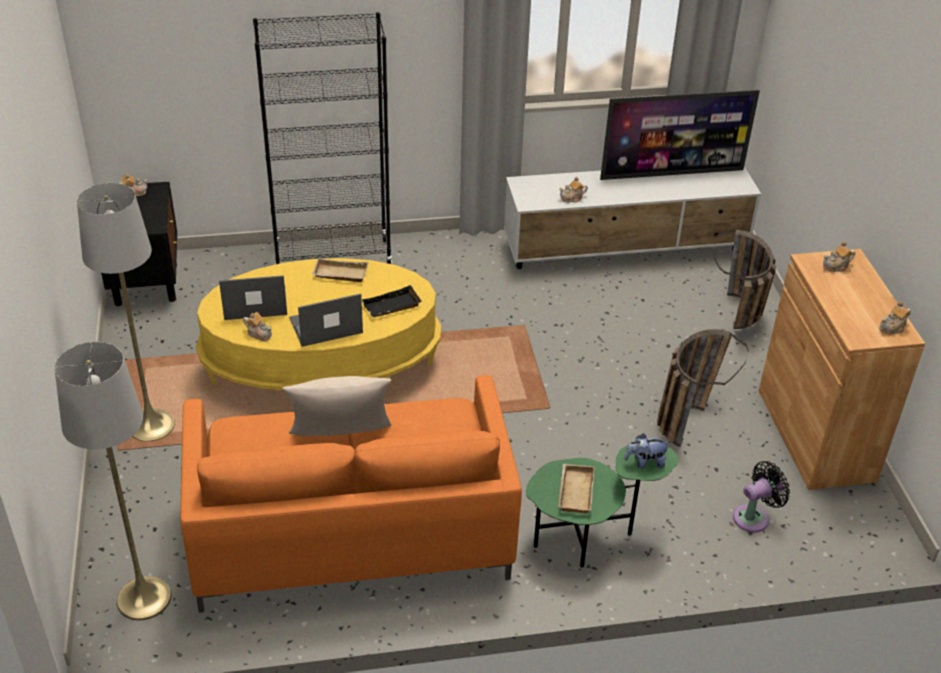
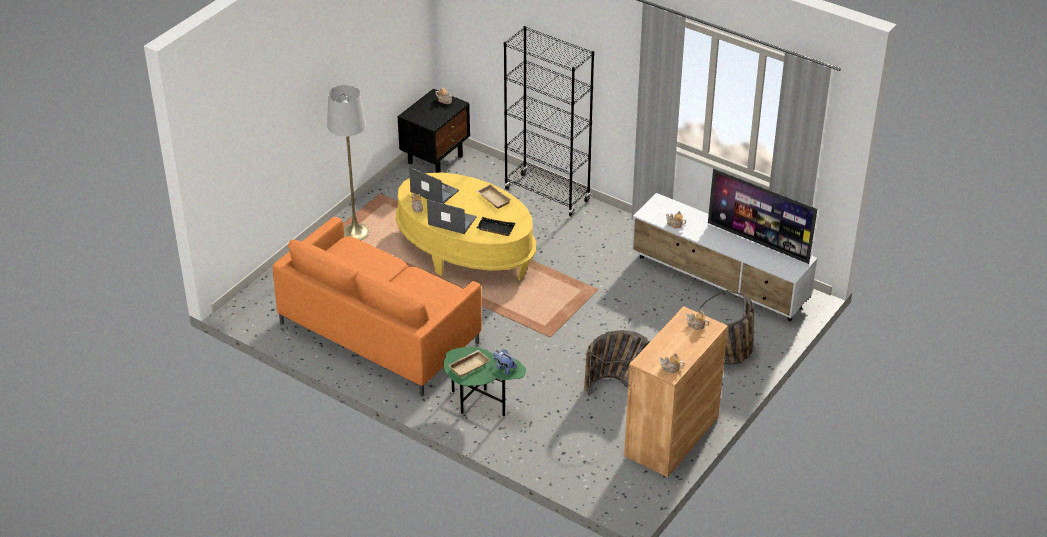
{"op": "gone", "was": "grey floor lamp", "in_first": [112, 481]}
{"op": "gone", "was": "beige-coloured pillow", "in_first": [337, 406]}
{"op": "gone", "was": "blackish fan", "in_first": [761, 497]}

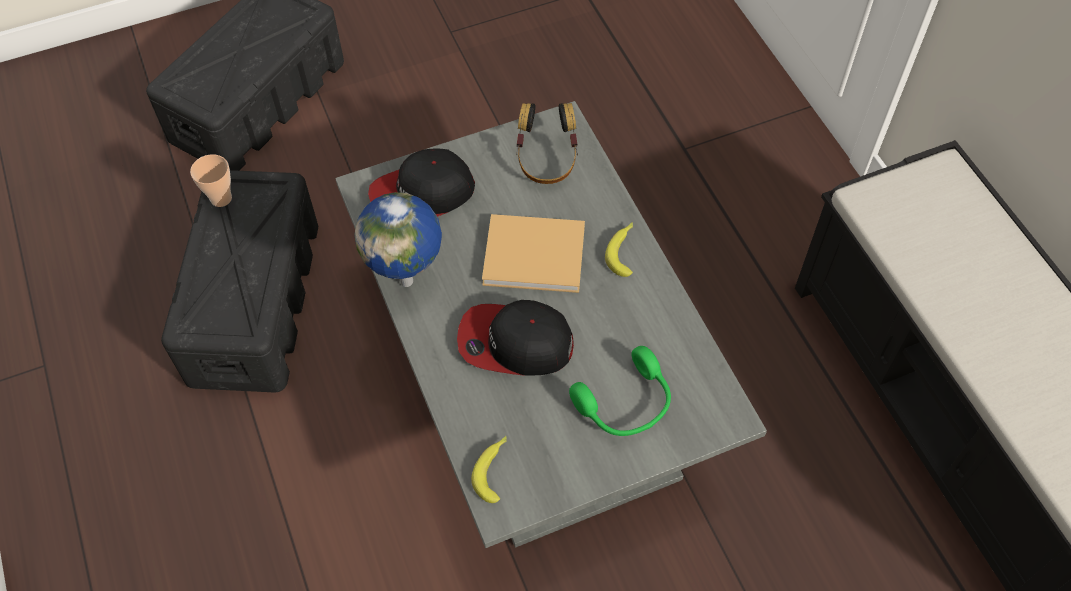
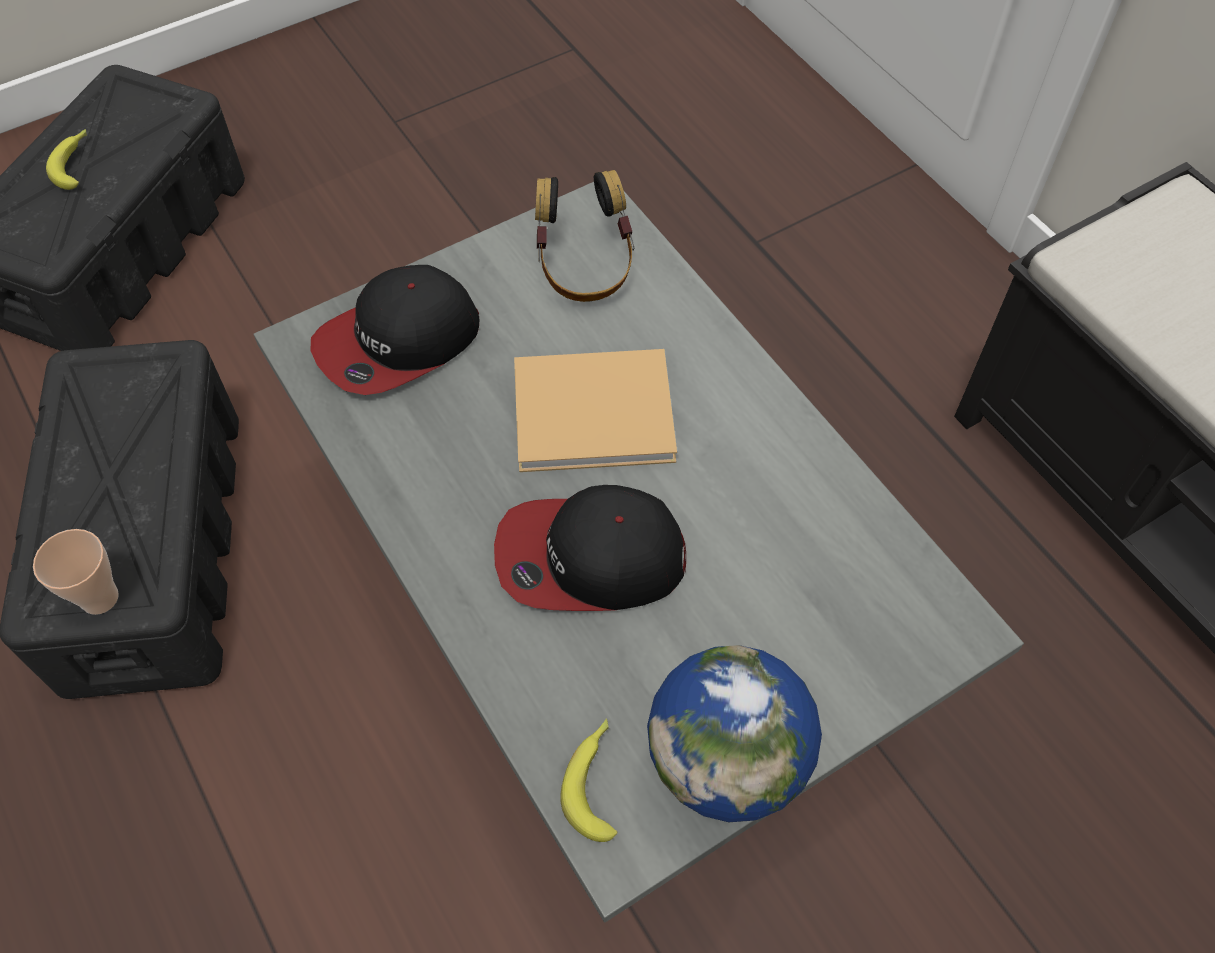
{"op": "gone", "was": "green pair of headphones", "in_first": [620, 391]}
{"op": "shifted", "was": "drinking cup", "in_first": [211, 180], "in_second": [76, 572]}
{"op": "shifted", "was": "globe", "in_first": [398, 239], "in_second": [734, 733]}
{"op": "shifted", "was": "banana fruit", "in_first": [619, 249], "in_second": [66, 159]}

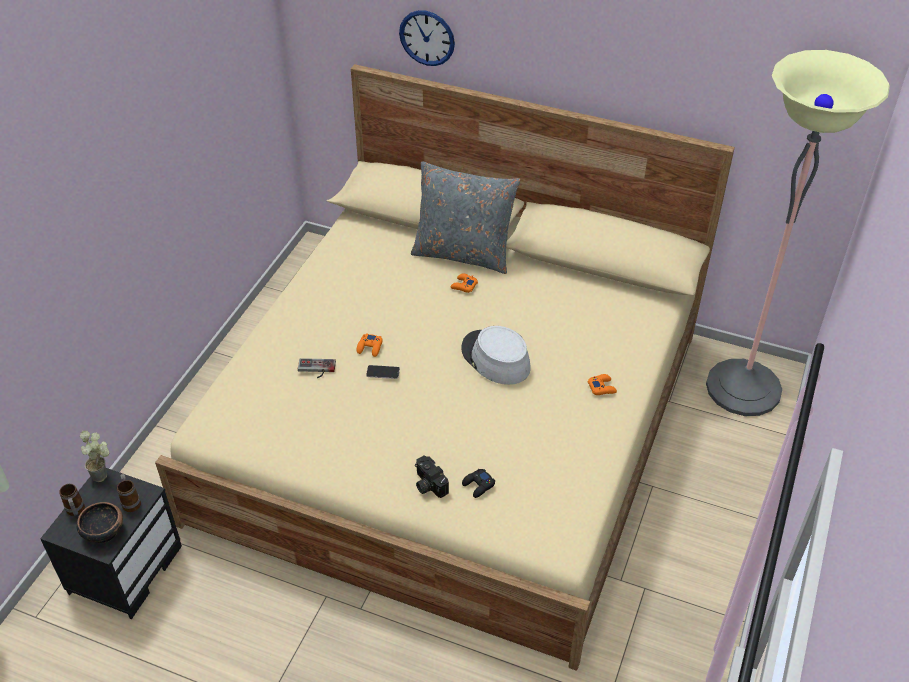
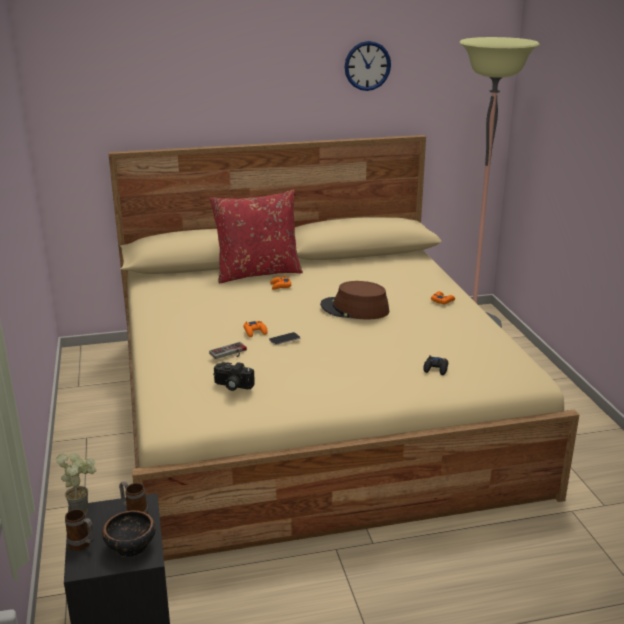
{"op": "shifted", "was": "clock on the wall", "in_first": [427, 38], "in_second": [368, 66]}
{"op": "shifted", "was": "still camera", "in_first": [432, 477], "in_second": [234, 376]}
{"op": "repainted", "was": "grey pillow", "now": "red-coloured pillow", "in_first": [465, 217], "in_second": [256, 236]}
{"op": "repainted", "was": "grey clothing hat", "now": "brownish clothing hat", "in_first": [496, 355], "in_second": [354, 300]}

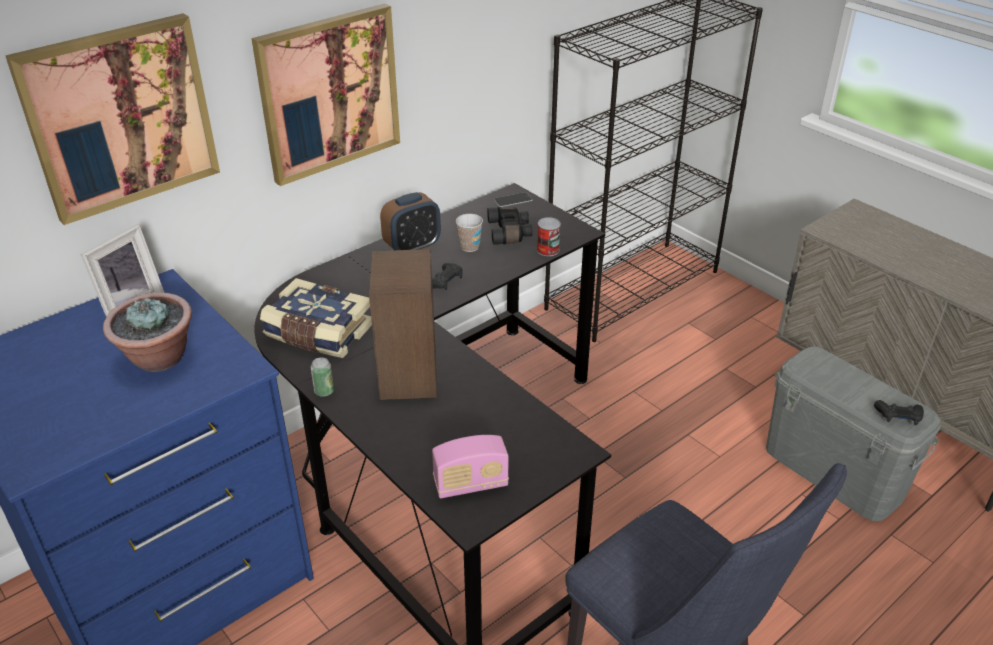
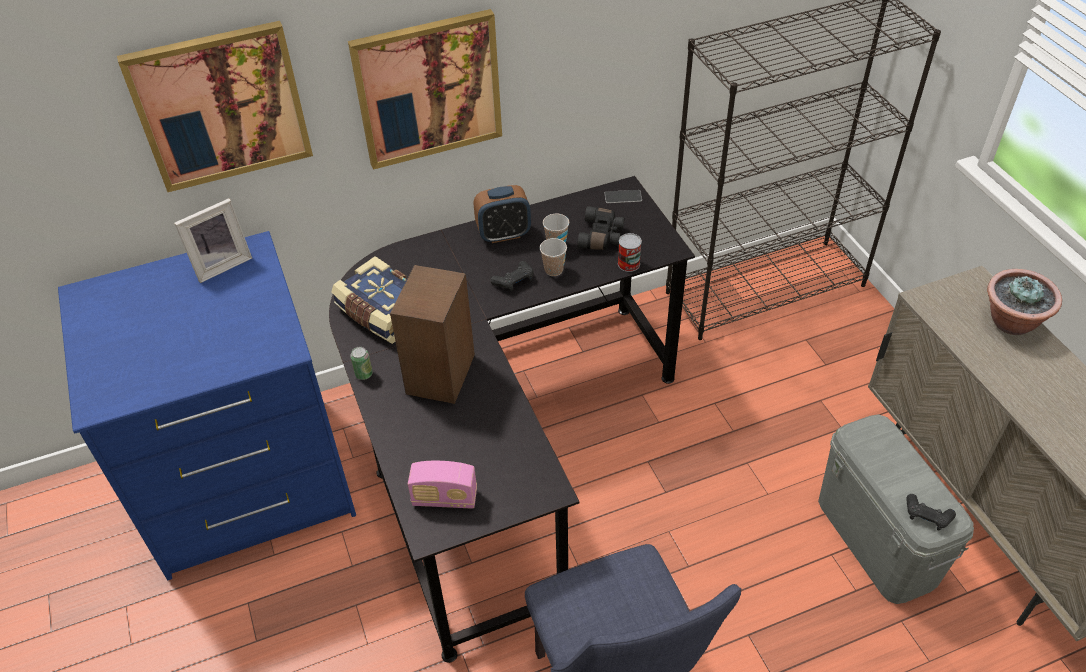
{"op": "new", "now": "drinking cup", "in_second": [553, 257]}
{"op": "shifted", "was": "plant in a pot", "in_first": [147, 332], "in_second": [1024, 302]}

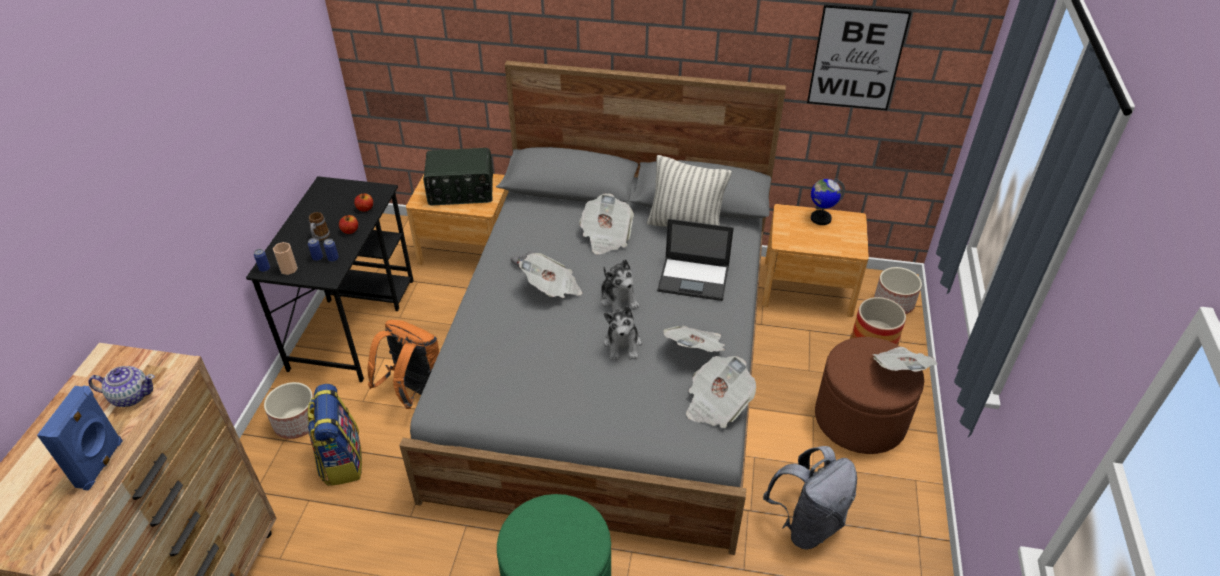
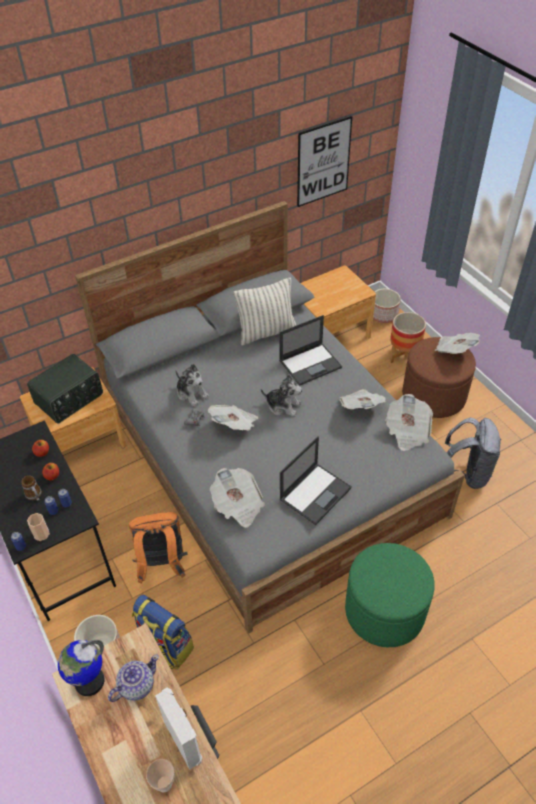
{"op": "new", "now": "drinking cup", "in_second": [160, 775]}
{"op": "new", "now": "portable computer", "in_second": [315, 480]}
{"op": "shifted", "was": "daily paper", "in_first": [606, 223], "in_second": [237, 498]}
{"op": "shifted", "was": "soft toy", "in_first": [623, 333], "in_second": [192, 385]}
{"op": "shifted", "was": "globe", "in_first": [828, 201], "in_second": [81, 668]}
{"op": "repainted", "was": "bluish audio speaker", "now": "whitish audio speaker", "in_first": [79, 438], "in_second": [178, 728]}

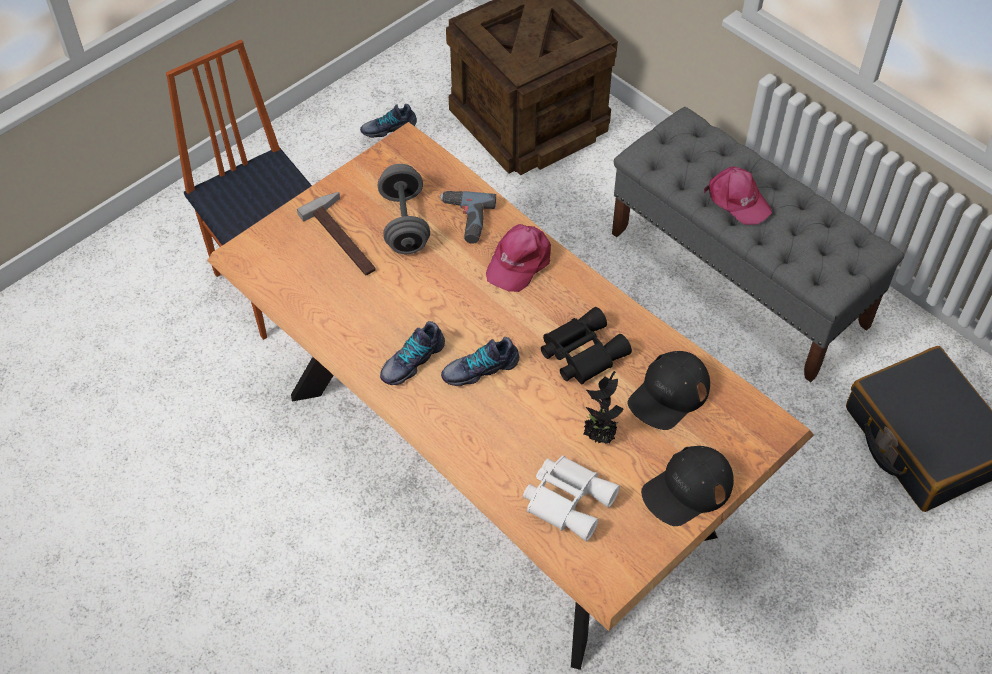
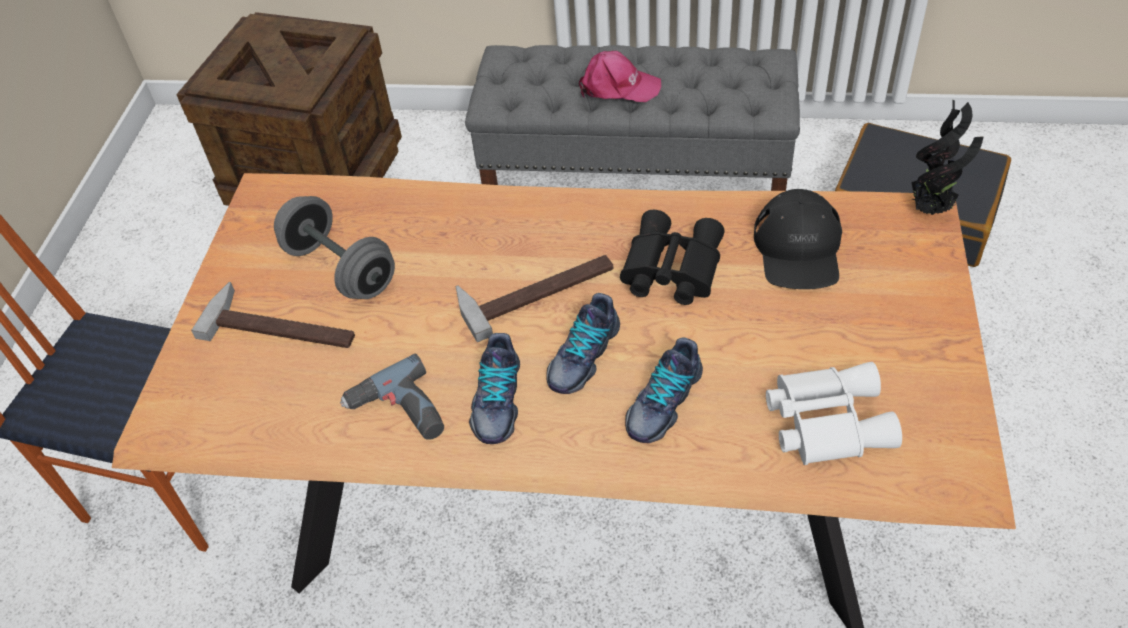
{"op": "gone", "was": "pink-coloured peaked cap", "in_first": [518, 258]}
{"op": "gone", "was": "blackish peaked cap", "in_first": [687, 486]}
{"op": "new", "now": "hammer", "in_second": [534, 298]}
{"op": "shifted", "was": "item of footwear", "in_first": [388, 121], "in_second": [664, 390]}
{"op": "shifted", "was": "drill", "in_first": [468, 217], "in_second": [392, 396]}
{"op": "shifted", "was": "plant in a pot", "in_first": [604, 407], "in_second": [947, 157]}

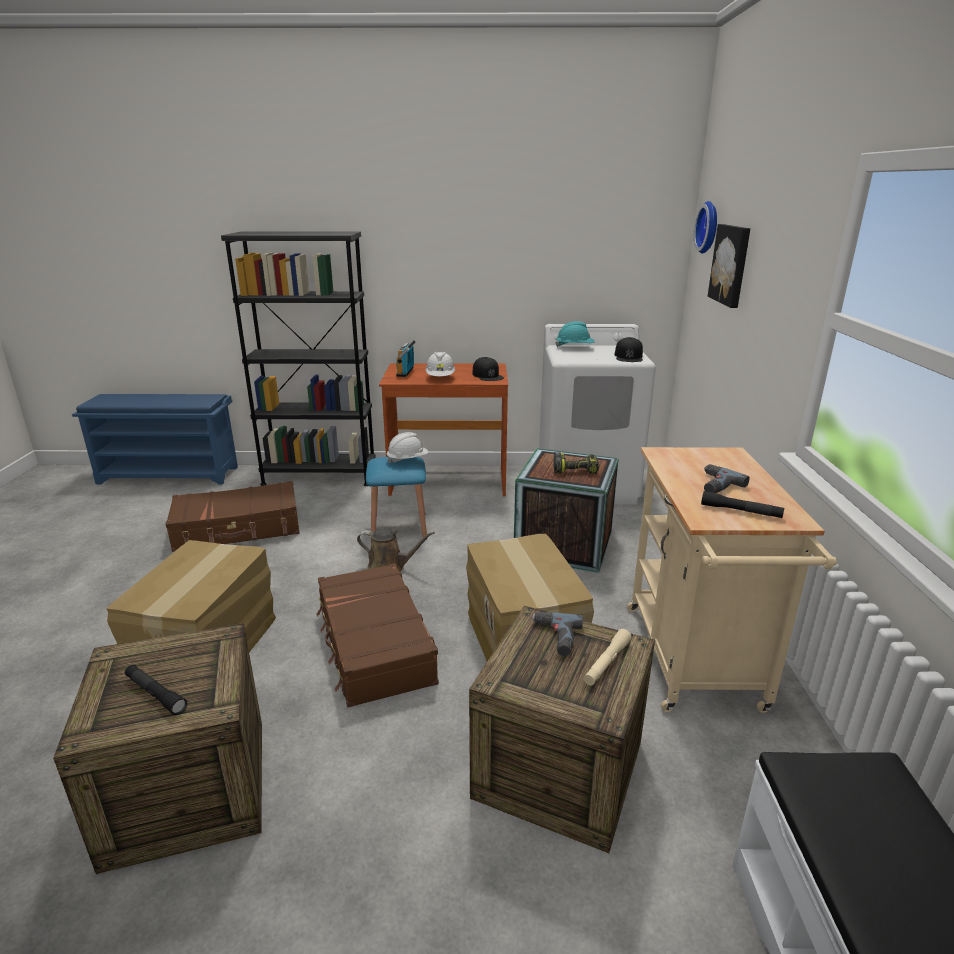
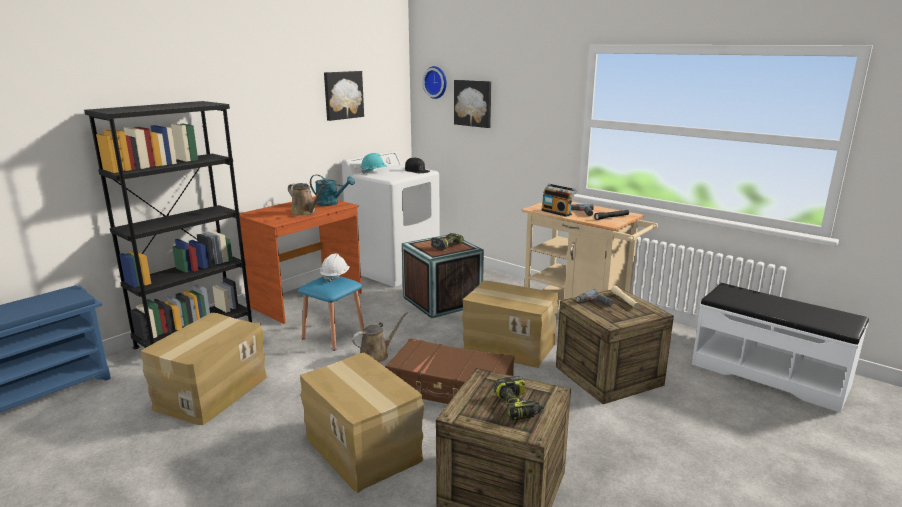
{"op": "new", "now": "wall art", "in_second": [344, 96]}
{"op": "shifted", "was": "radio set", "in_first": [406, 358], "in_second": [558, 200]}
{"op": "swapped", "was": "blackish flashlight", "now": "drill", "in_first": [156, 690], "in_second": [519, 398]}
{"op": "swapped", "was": "brownish suitcase", "now": "carton", "in_first": [232, 516], "in_second": [204, 369]}
{"op": "swapped", "was": "whitish work helmet", "now": "brownish watering can", "in_first": [440, 364], "in_second": [307, 199]}
{"op": "swapped", "was": "blackish peaked cap", "now": "turquoise watering can", "in_first": [488, 369], "in_second": [332, 190]}

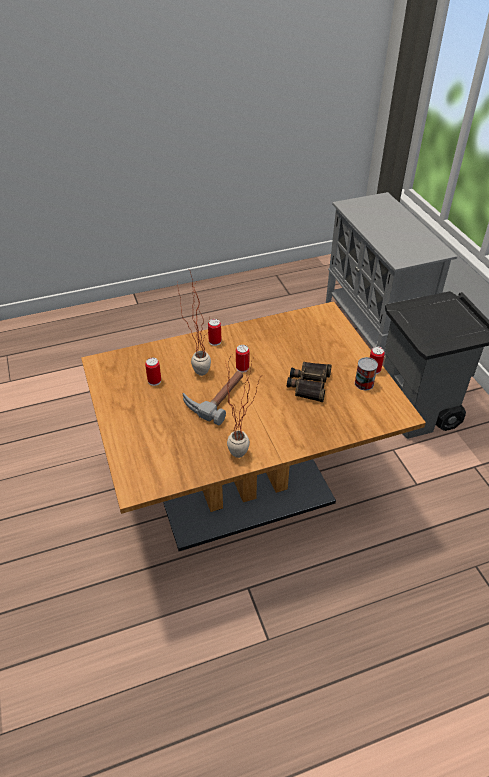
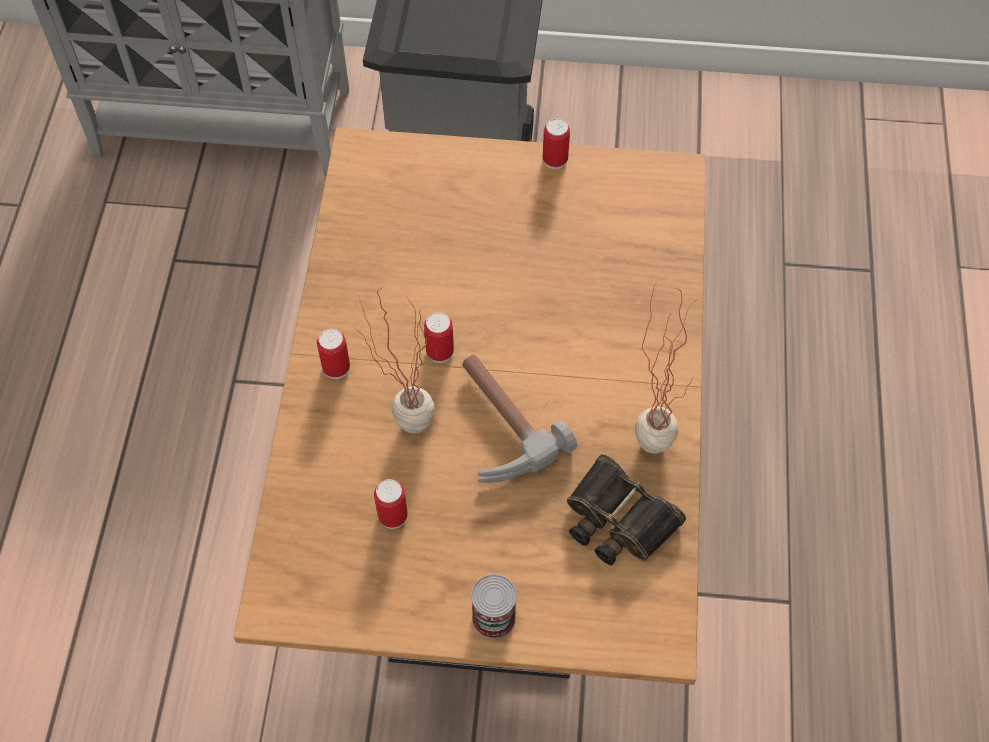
{"op": "shifted", "was": "binoculars", "in_first": [309, 382], "in_second": [626, 509]}
{"op": "shifted", "was": "can", "in_first": [366, 373], "in_second": [494, 606]}

